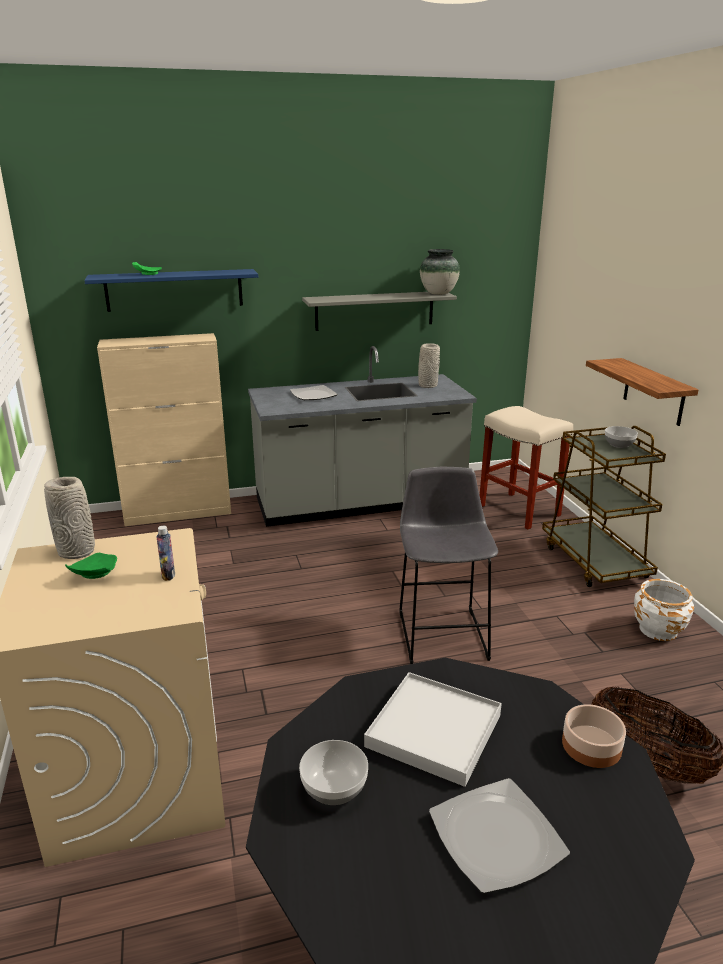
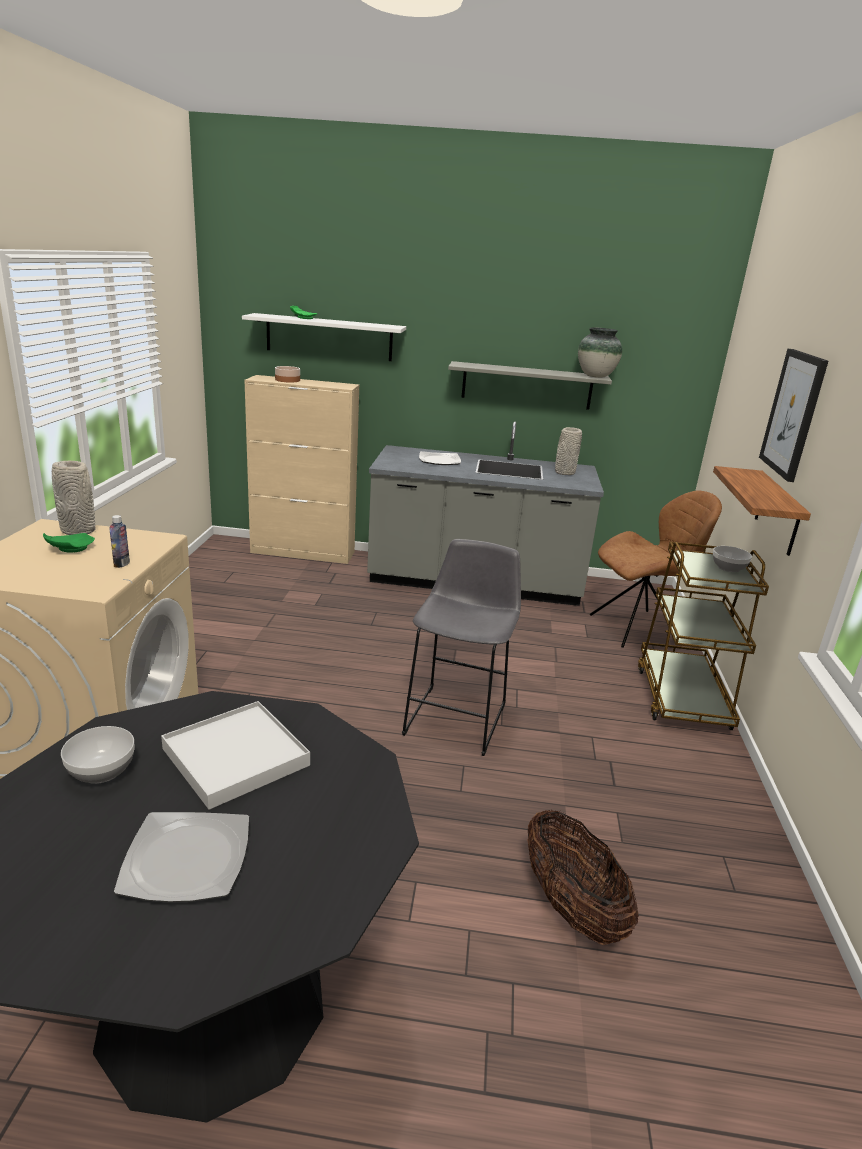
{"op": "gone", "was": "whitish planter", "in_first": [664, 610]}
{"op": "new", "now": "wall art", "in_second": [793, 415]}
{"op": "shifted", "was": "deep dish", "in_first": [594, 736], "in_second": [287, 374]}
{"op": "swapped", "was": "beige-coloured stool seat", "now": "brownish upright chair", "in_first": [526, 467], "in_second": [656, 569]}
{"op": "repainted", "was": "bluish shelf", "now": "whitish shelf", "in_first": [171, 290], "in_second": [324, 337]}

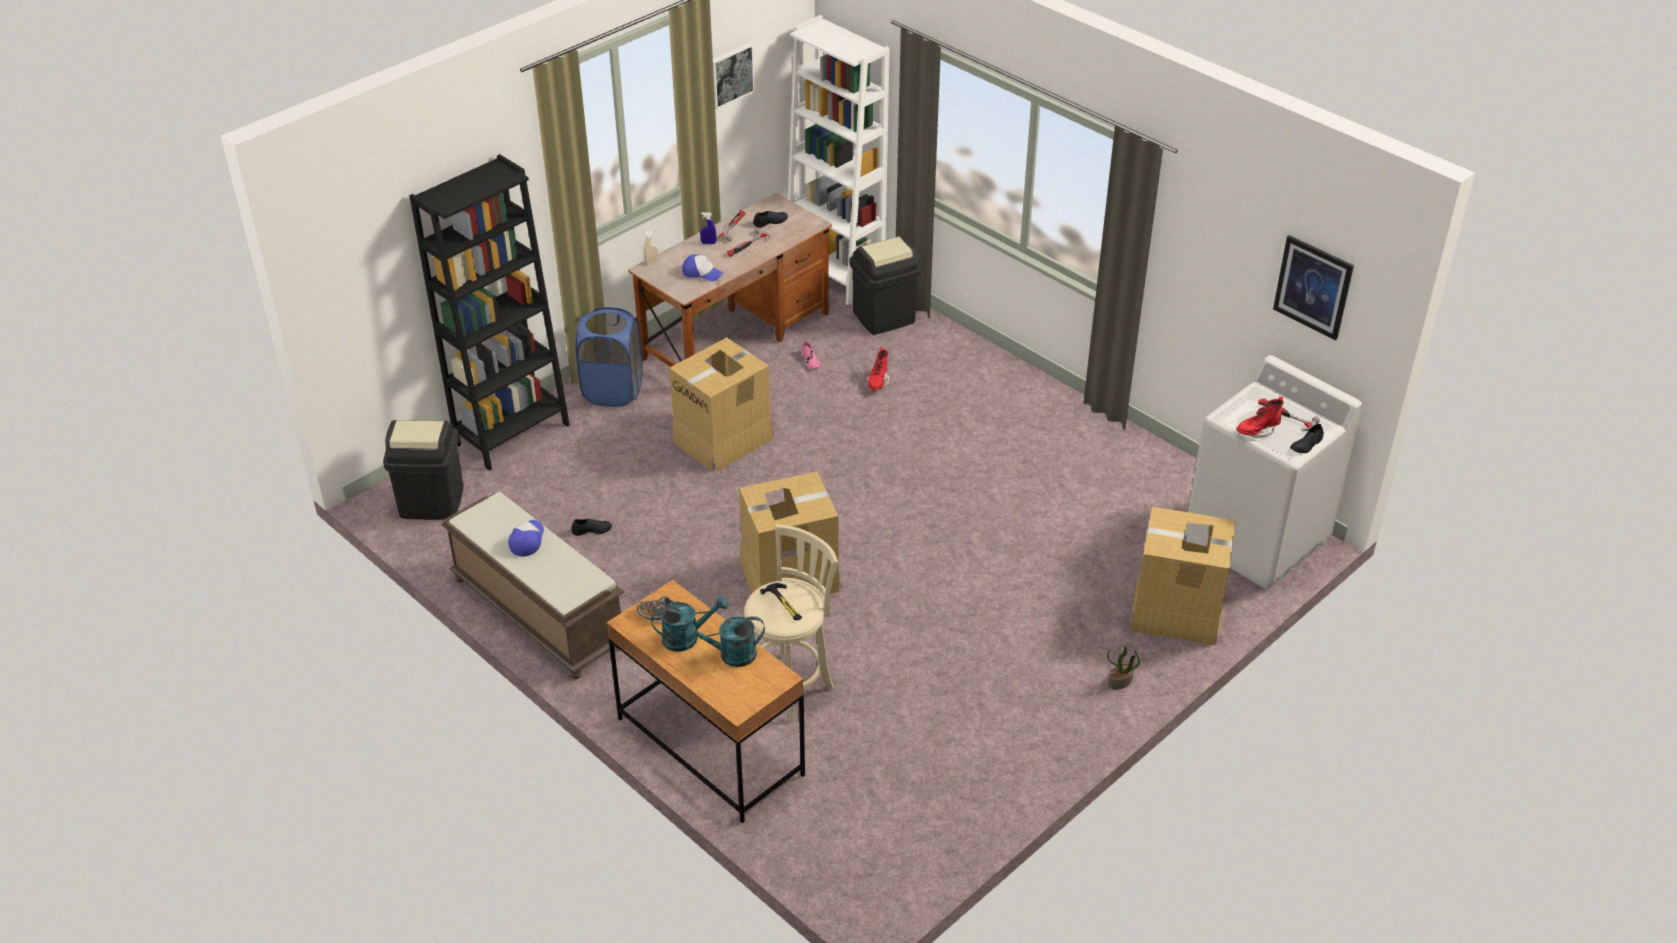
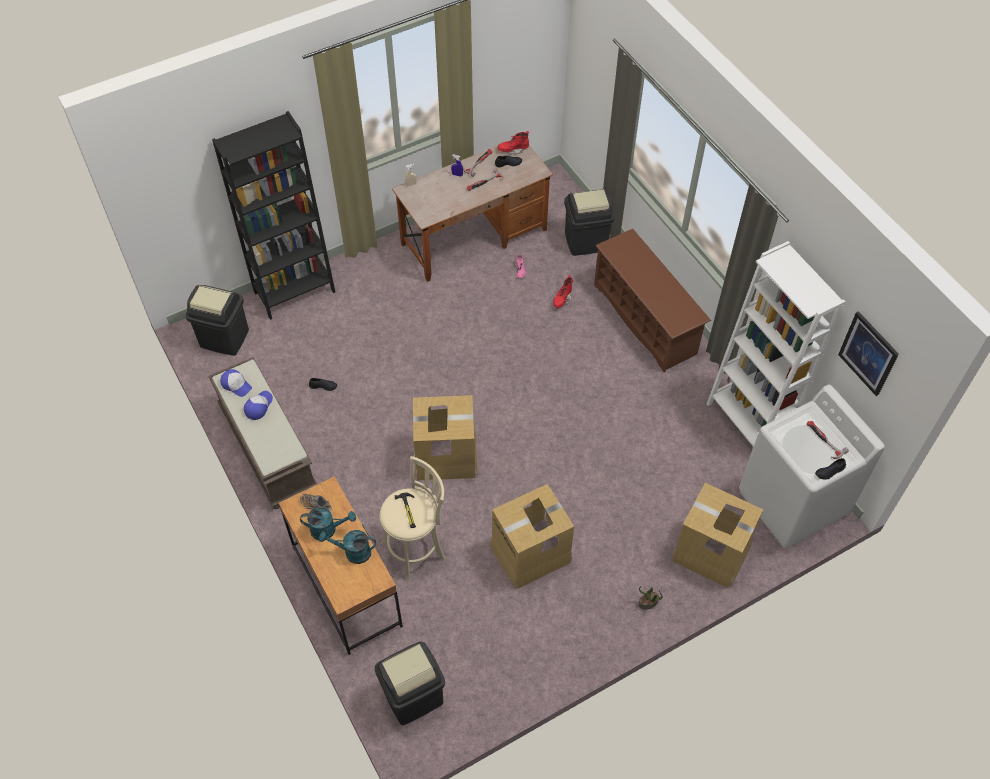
{"op": "gone", "was": "bluish hamper", "in_first": [609, 357]}
{"op": "gone", "was": "wall art", "in_first": [734, 76]}
{"op": "new", "now": "blackish waste bin", "in_second": [409, 683]}
{"op": "new", "now": "brownish shoe stand", "in_second": [652, 301]}
{"op": "shifted", "was": "carton", "in_first": [721, 404], "in_second": [532, 536]}
{"op": "shifted", "was": "peaked cap", "in_first": [702, 268], "in_second": [236, 383]}
{"op": "shifted", "was": "whitish bookcase", "in_first": [838, 160], "in_second": [776, 344]}
{"op": "shifted", "was": "red-coloured high-top boot", "in_first": [1260, 417], "in_second": [513, 143]}

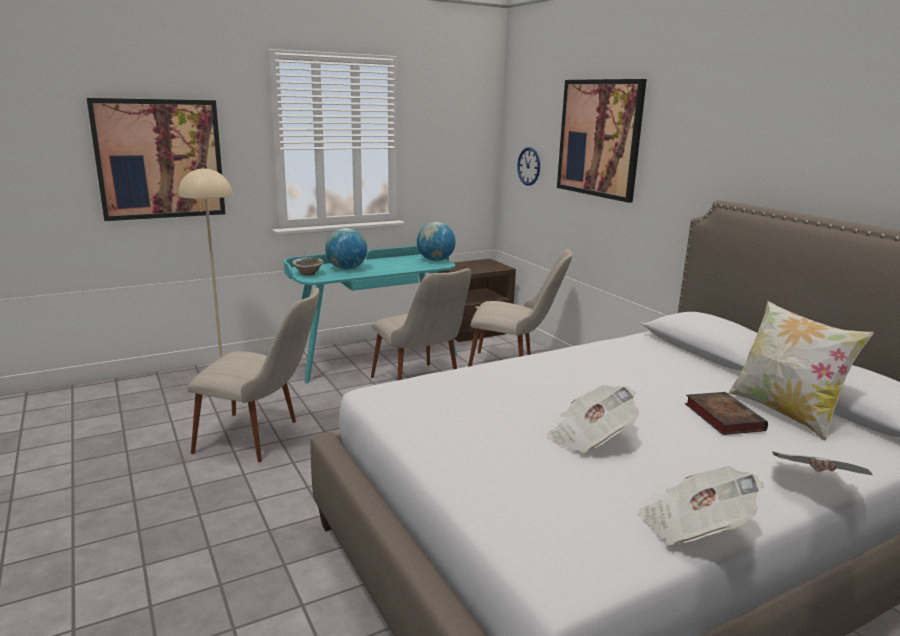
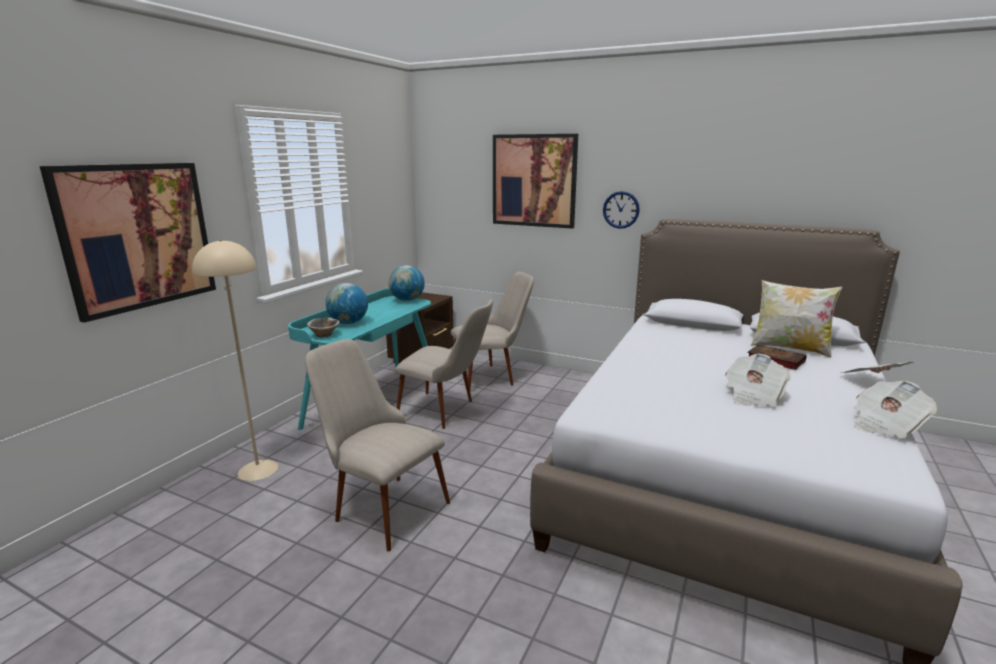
{"op": "shifted", "was": "clock on the wall", "in_first": [528, 166], "in_second": [621, 210]}
{"op": "rotated", "was": "beige-coloured upright chair", "in_first": [253, 374], "in_second": [377, 445], "clockwise": -120}

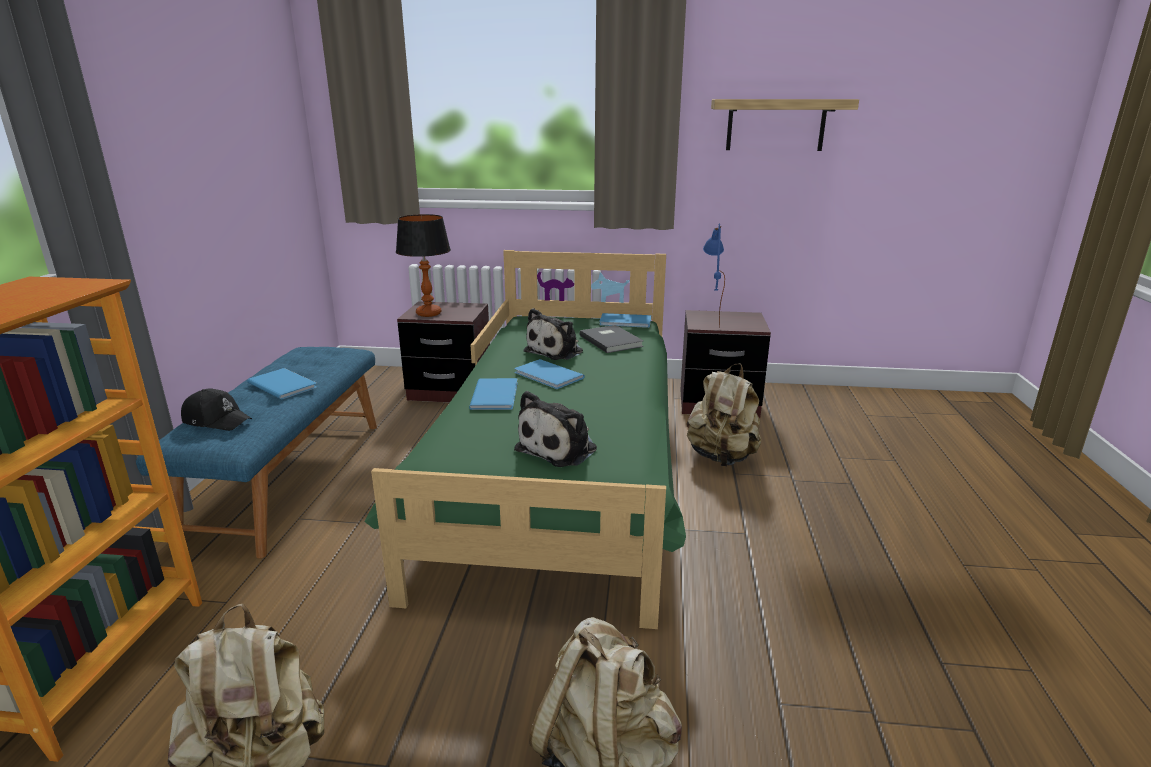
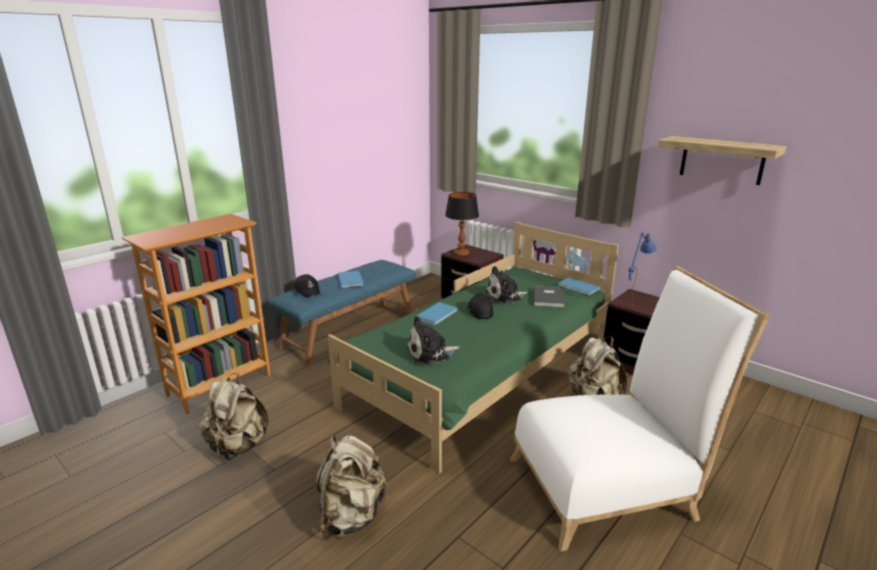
{"op": "new", "now": "whitish upright chair", "in_second": [639, 409]}
{"op": "swapped", "was": "bluish bound book", "now": "blackish peaked cap", "in_first": [549, 374], "in_second": [480, 306]}

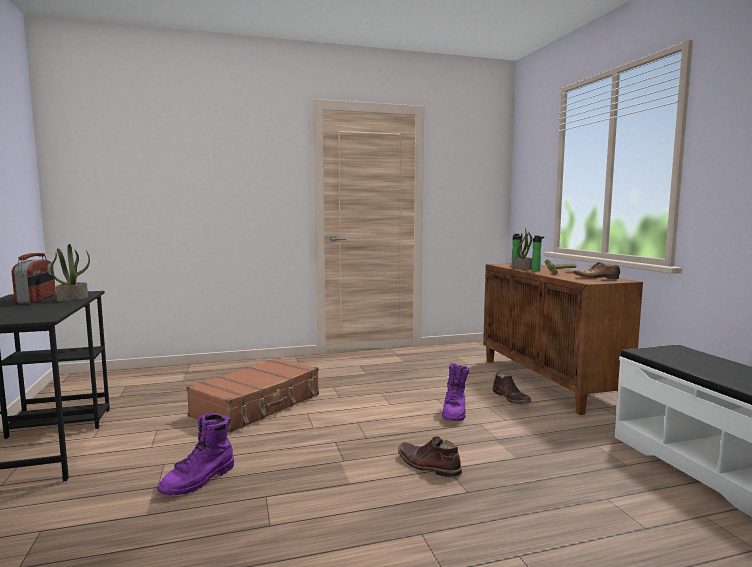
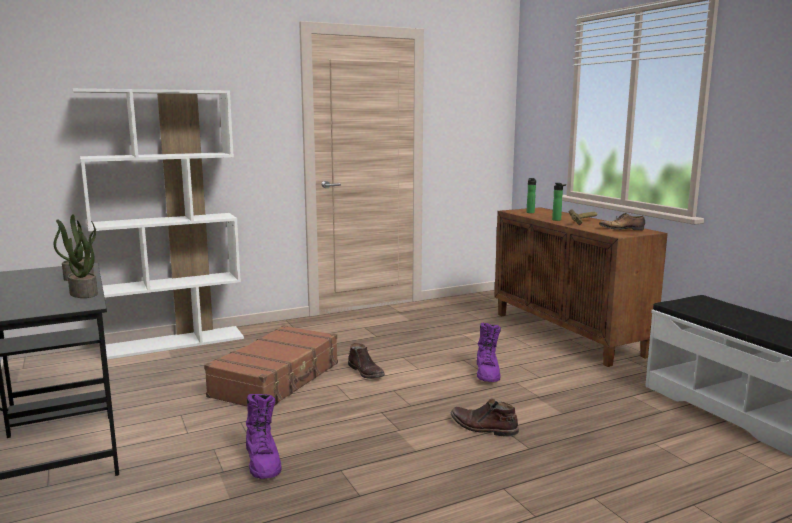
{"op": "gone", "was": "radio set", "in_first": [34, 278]}
{"op": "new", "now": "whitish bookcase", "in_second": [158, 223]}
{"op": "shifted", "was": "brownish high-top boot", "in_first": [511, 388], "in_second": [366, 361]}
{"op": "shifted", "was": "plant in a pot", "in_first": [522, 249], "in_second": [83, 262]}
{"op": "rotated", "was": "purplish high-top boot", "in_first": [195, 454], "in_second": [263, 436], "clockwise": -45}

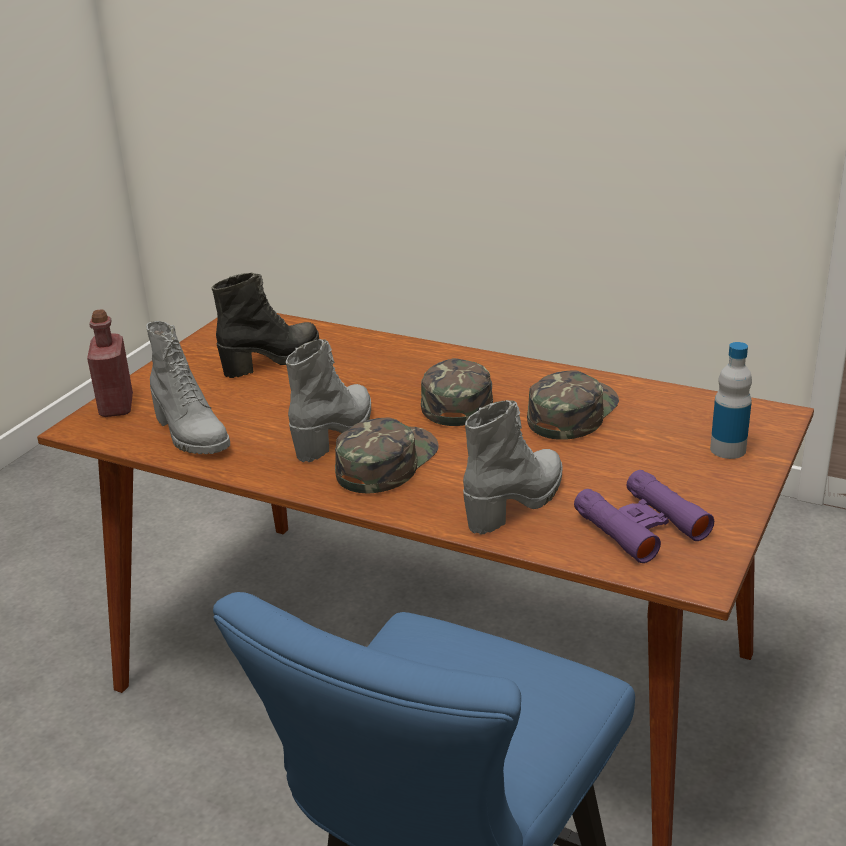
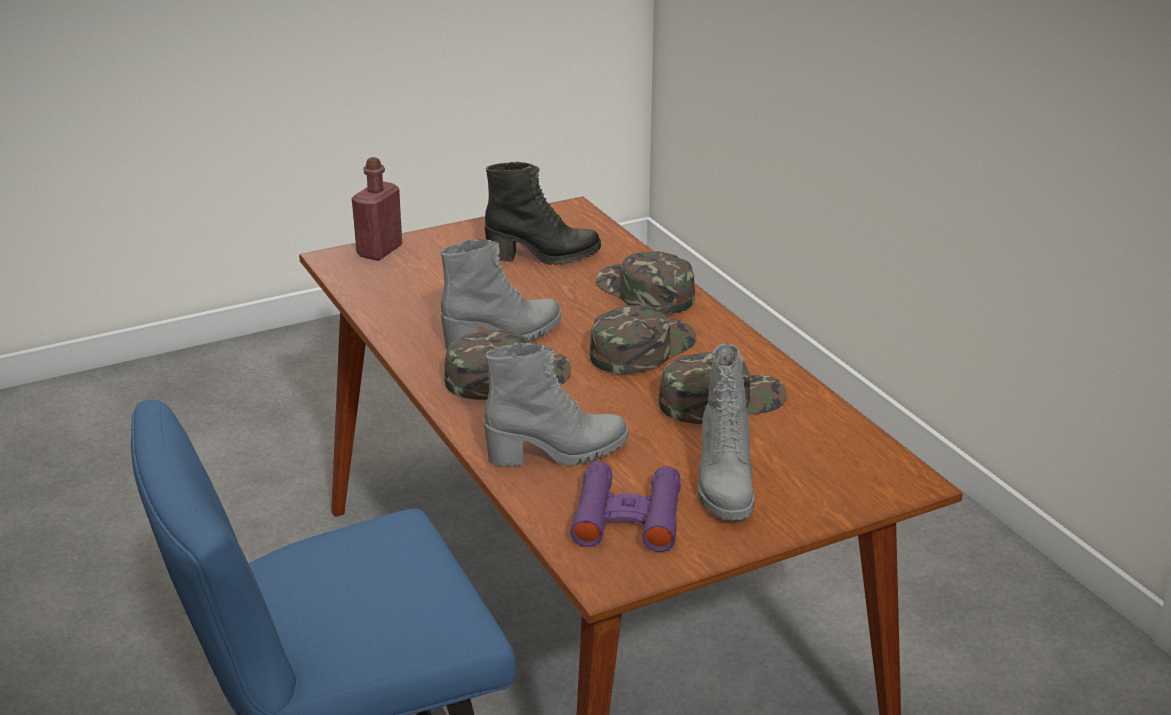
{"op": "gone", "was": "beverage bottle", "in_first": [731, 400]}
{"op": "new", "now": "green peaked cap", "in_second": [645, 282]}
{"op": "shifted", "was": "grey high-top boot", "in_first": [188, 387], "in_second": [726, 432]}

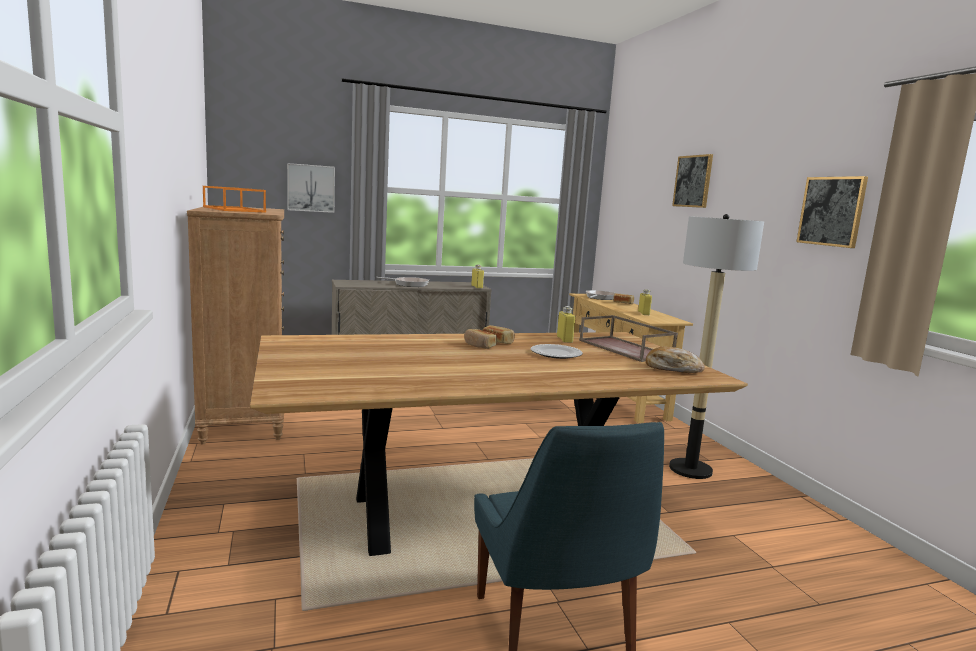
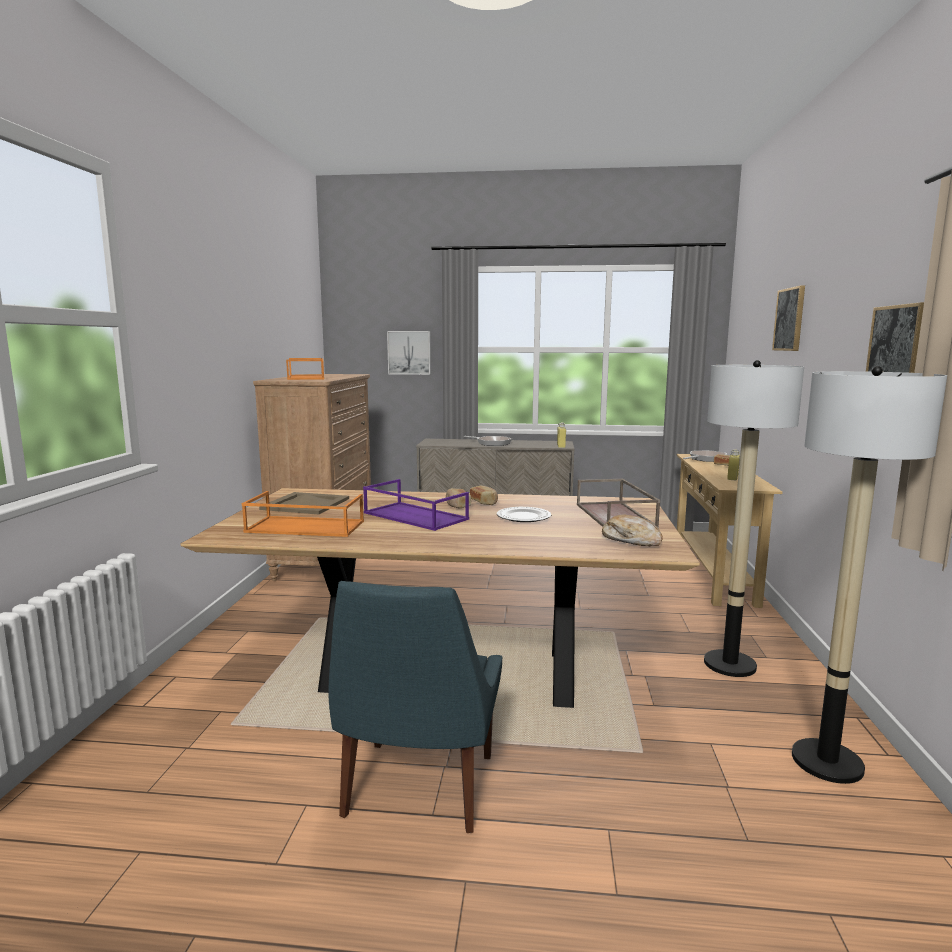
{"op": "gone", "was": "yellow-coloured beverage bottle", "in_first": [566, 324]}
{"op": "new", "now": "orange tray", "in_second": [303, 514]}
{"op": "new", "now": "beige-coloured tray", "in_second": [304, 503]}
{"op": "new", "now": "purplish tray", "in_second": [416, 505]}
{"op": "new", "now": "floor lamp", "in_second": [869, 575]}

